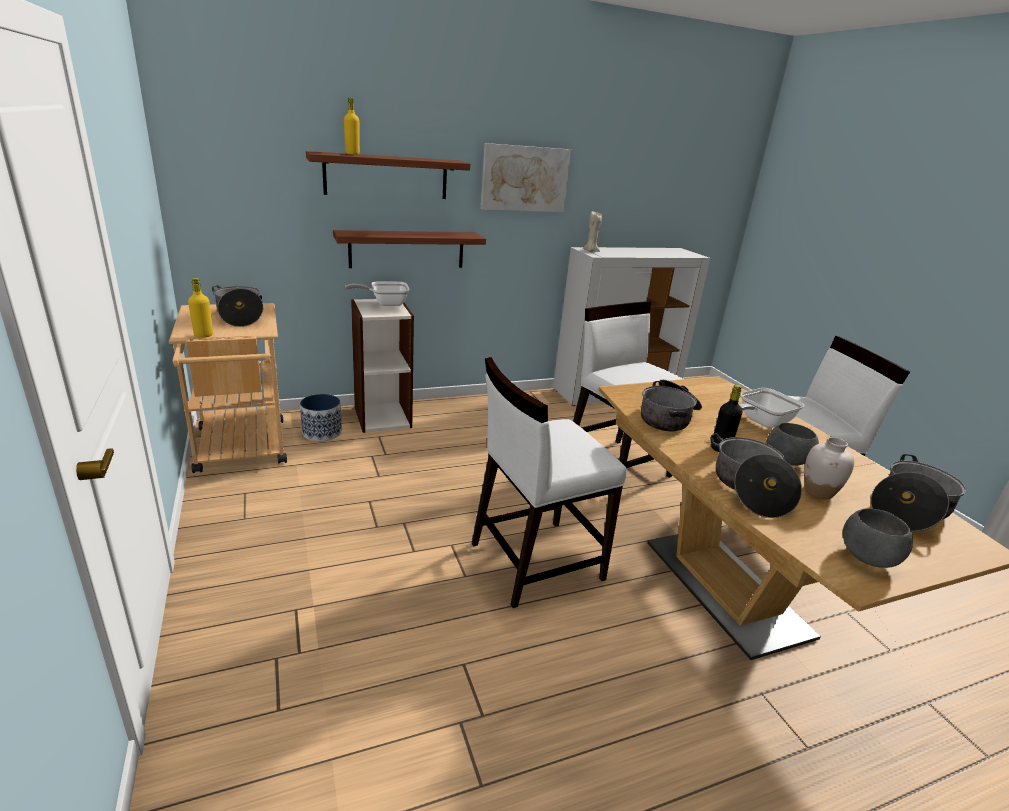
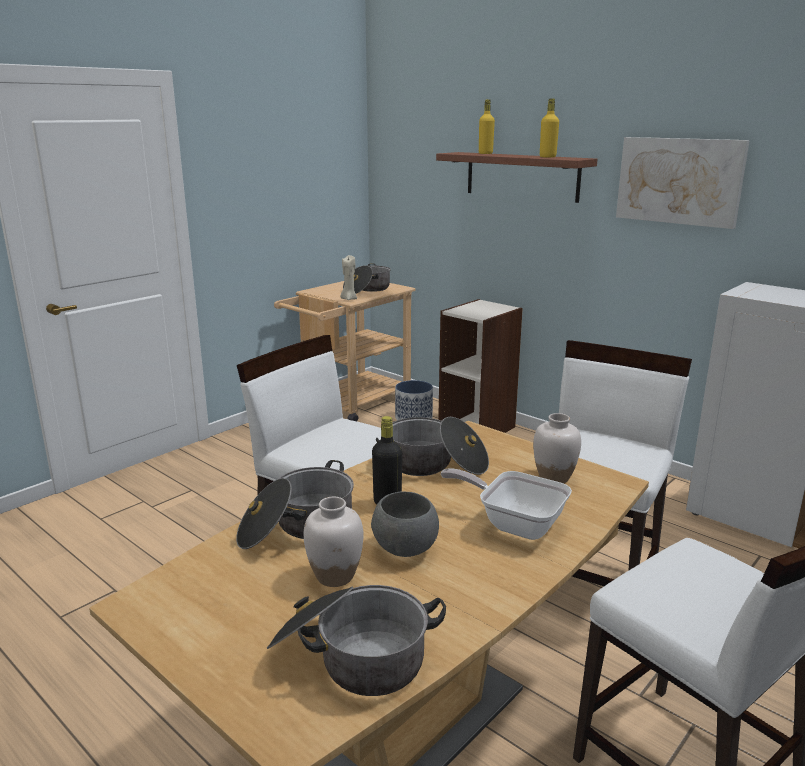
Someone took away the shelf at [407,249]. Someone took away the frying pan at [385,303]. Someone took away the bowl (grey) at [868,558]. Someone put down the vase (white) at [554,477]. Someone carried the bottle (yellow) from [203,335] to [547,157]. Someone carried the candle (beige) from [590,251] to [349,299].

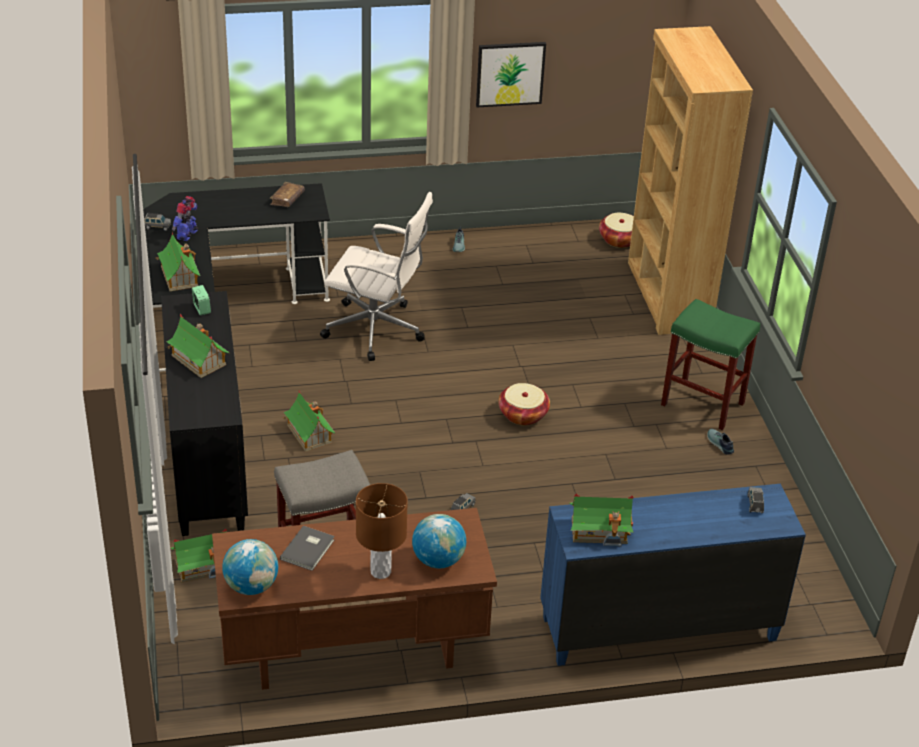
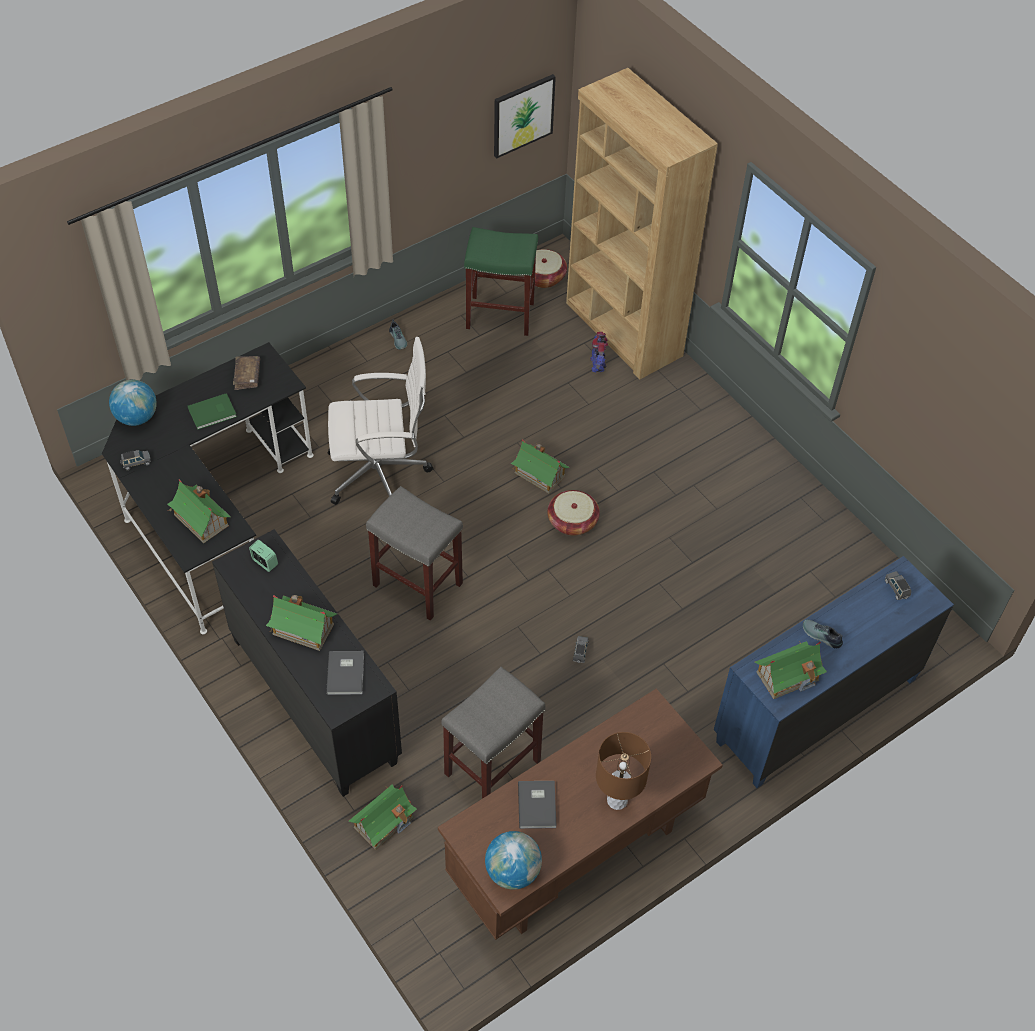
Someone put down the book (green) at [213,413]. Someone put down the book (grey) at [347,673]. Someone put down the stool (grey) at [416,584]. Someone carried the toy robot from [187,235] to [598,364]. Someone carried the toy house from [309,433] to [539,474]. Someone carried the globe from [438,560] to [137,417]. Someone carried the picture from [510,73] to [523,115]. Someone carried the stool (green) from [701,404] to [499,315]. Someone carried the shoe from [719,444] to [821,636].

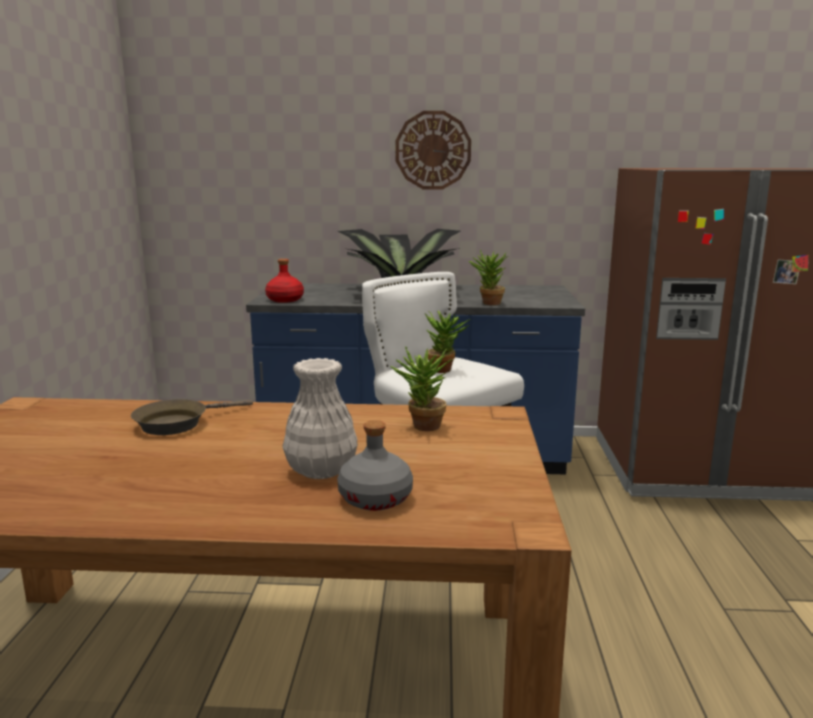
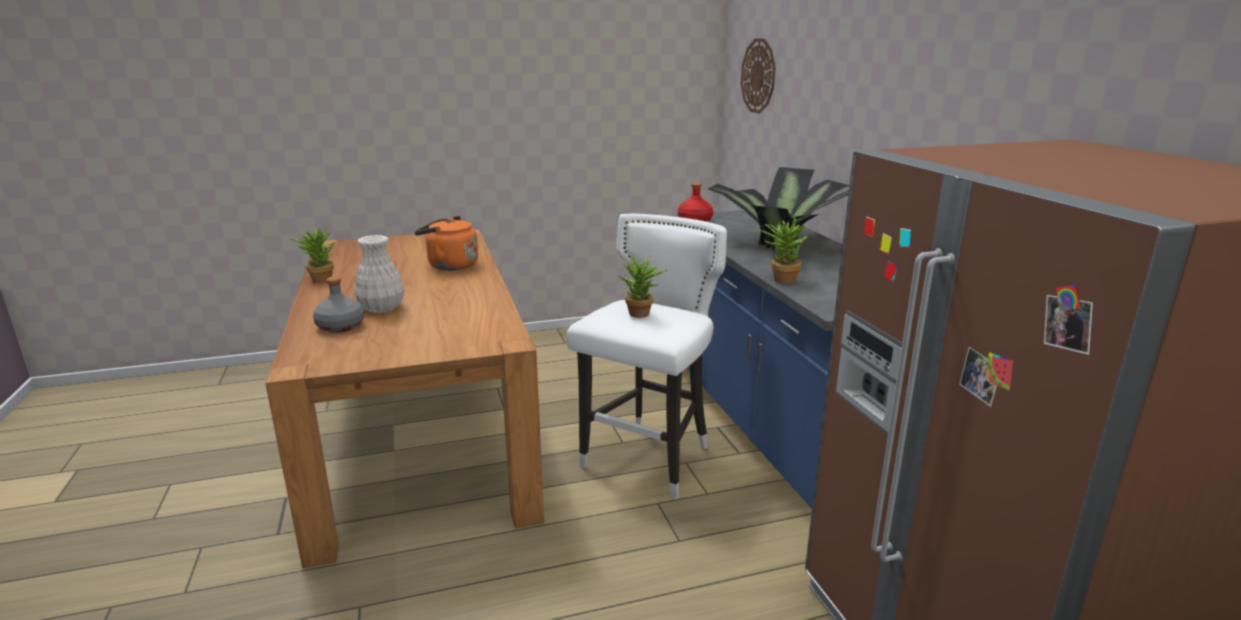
Someone carried the potted plant from [421,427] to [320,279]. Someone carried the wall clock from [433,150] to [758,76]. Someone swapped the frying pan (brown) at [177,423] for the kettle (orange) at [449,265].

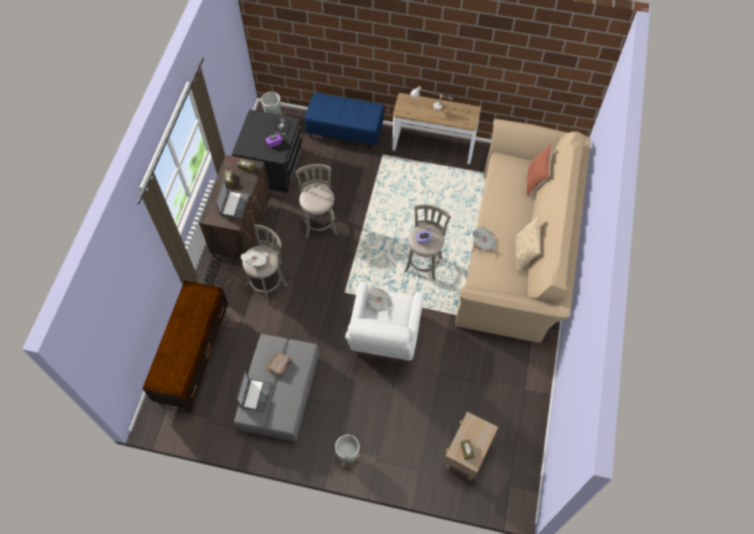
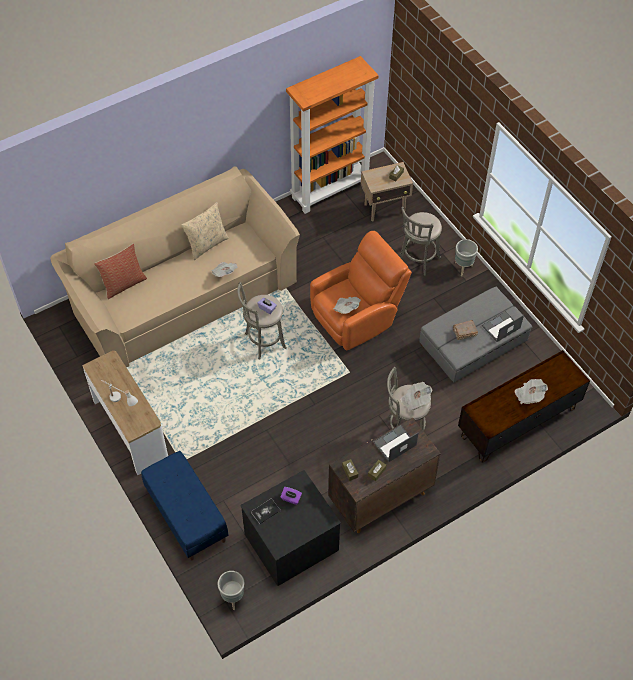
Someone put down the bookcase (orange) at [330,190]. Someone put down the newspaper at [529,395]. Someone carried the stool (grey) from [319,223] to [417,260]. Someone repainted the armchair (white) at [384,338], which became the armchair (orange) at [357,316].

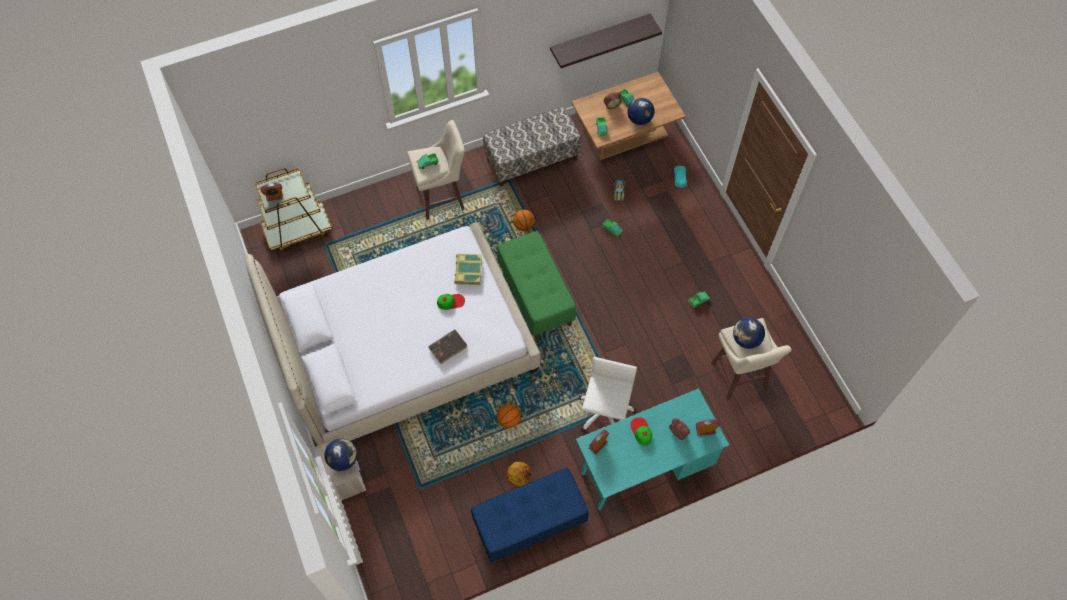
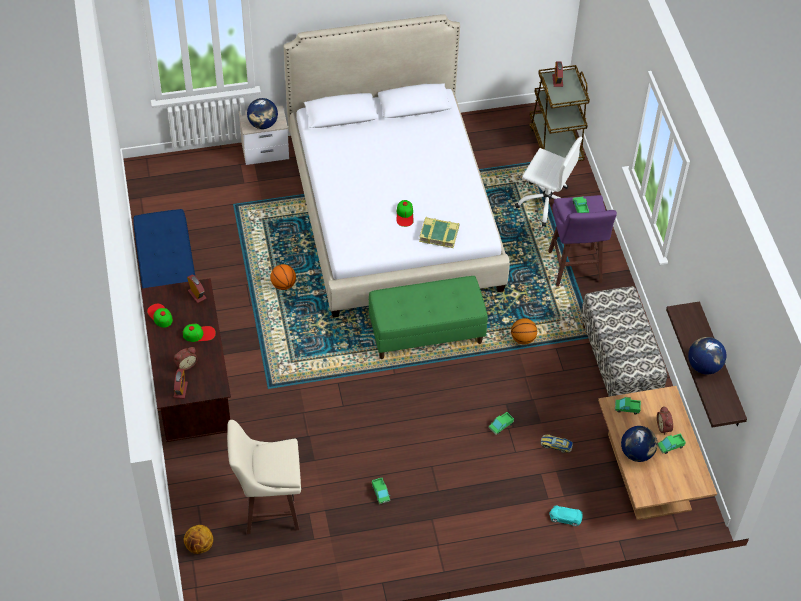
Someone took away the book (brown) at [448,347]. Someone put down the cap at [160,315]. Someone carried the basketball from [519,477] to [199,546]. Someone carried the office chair (white) from [604,412] to [546,203]. Someone carried the globe from [745,339] to [703,366]. Someone repainted the stool (beige) at [442,199], which became the stool (purple) at [574,268]. Someone repainted the desk (turquoise) at [644,468], which became the desk (brown) at [191,391].

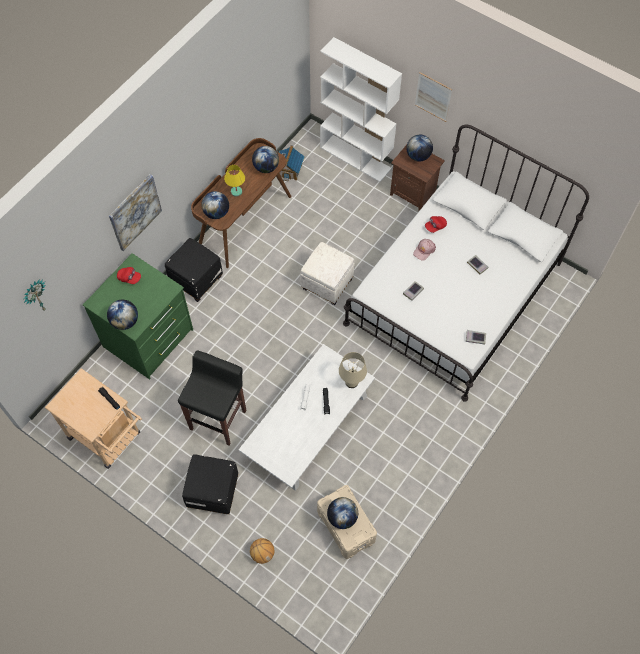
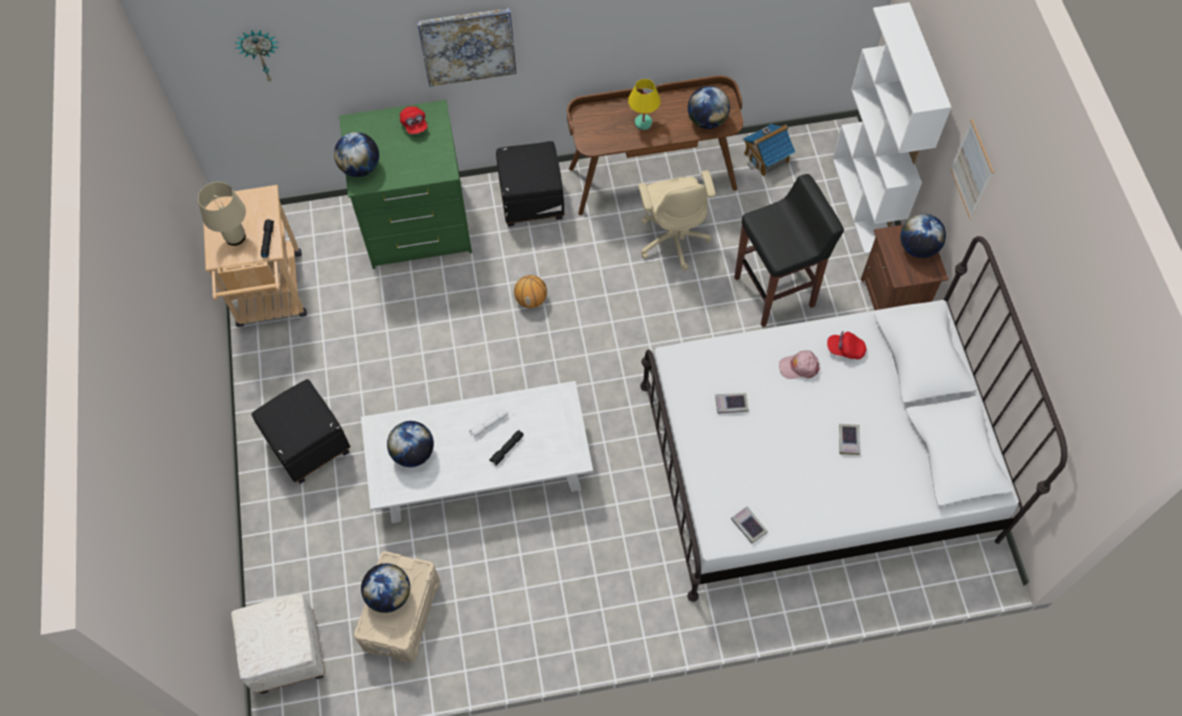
Someone put down the office chair (beige) at [673,239]. Someone carried the stool (black) from [219,419] to [775,291]. Someone carried the globe from [216,213] to [413,453]. Someone carried the basketball from [262,553] to [531,299]. Someone carried the ottoman (white) from [326,284] to [286,652]. Someone carried the table lamp (beige) from [351,382] to [235,237].

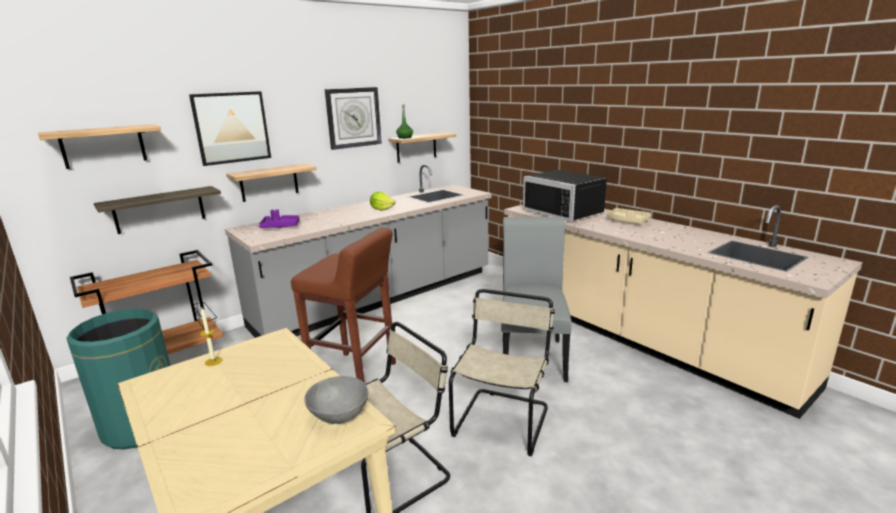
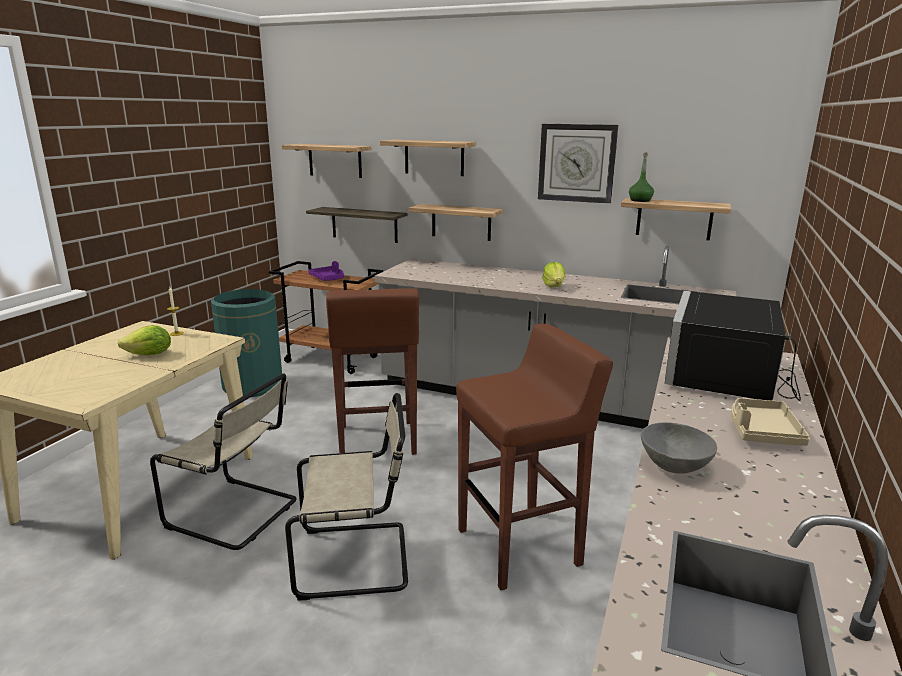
Someone put down the lettuce at [150,355]. Someone carried the tray (purple) from [280,226] to [328,278]. Someone carried the bowl (grey) from [339,415] to [674,465]. Someone swapped the picture at [232,127] for the shelf at [434,157]. Someone swapped the chair (grey) at [532,355] for the stool (brown) at [520,547].

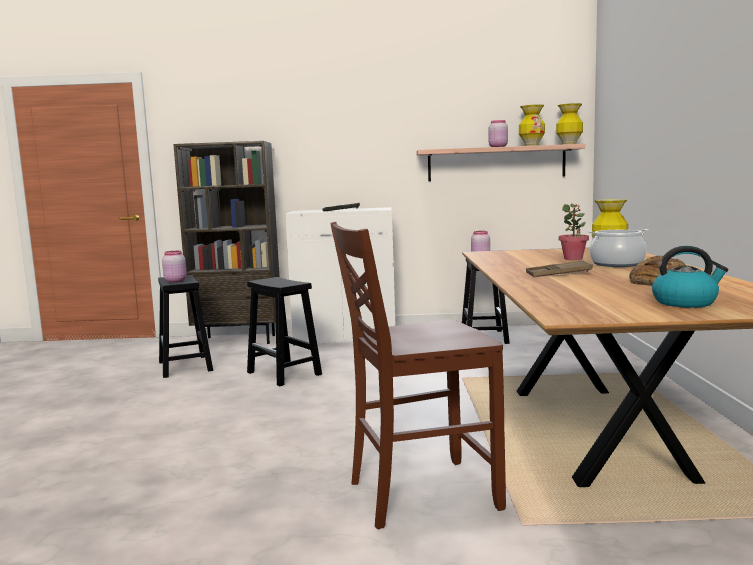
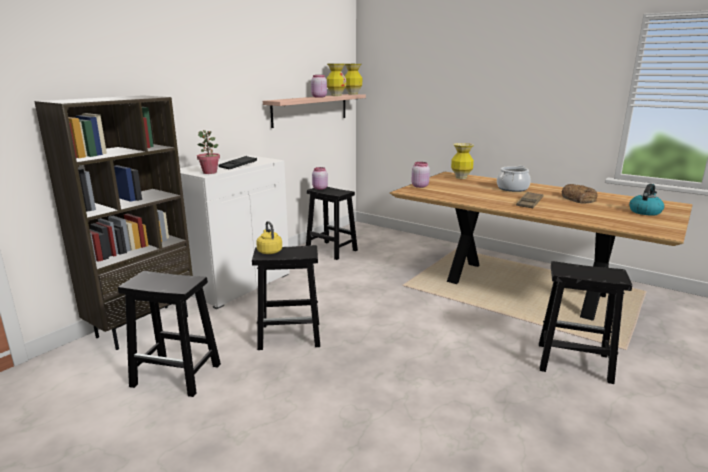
Someone put down the kettle (yellow) at [269,251]. Someone carried the jar (pink) from [175,281] to [419,186]. Someone carried the potted plant from [573,259] to [210,172]. Someone swapped the chair (brown) at [419,494] for the stool (black) at [572,362].

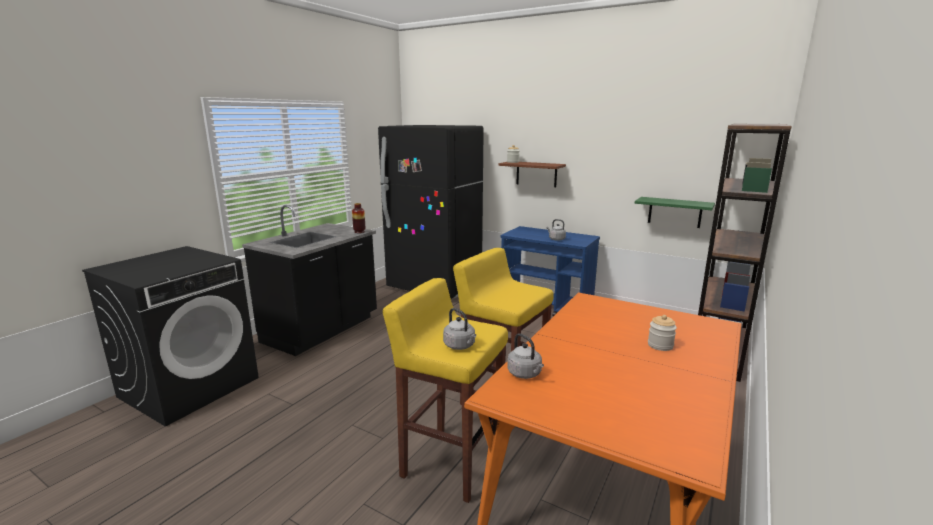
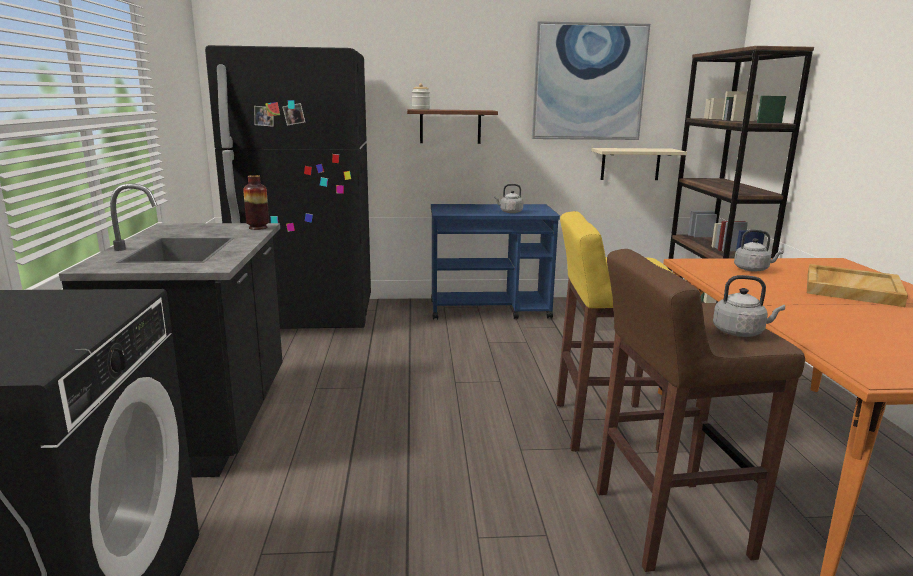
Someone put up the picture at [588,82]. Someone carried the kettle (grey) from [525,374] to [753,269]. Someone swapped the jar at [660,345] for the tray (beige) at [851,288]. Someone repainted the stool (yellow) at [450,462], which became the stool (brown) at [668,523]. Someone repainted the shelf (green) at [674,212], which became the shelf (beige) at [630,164].

